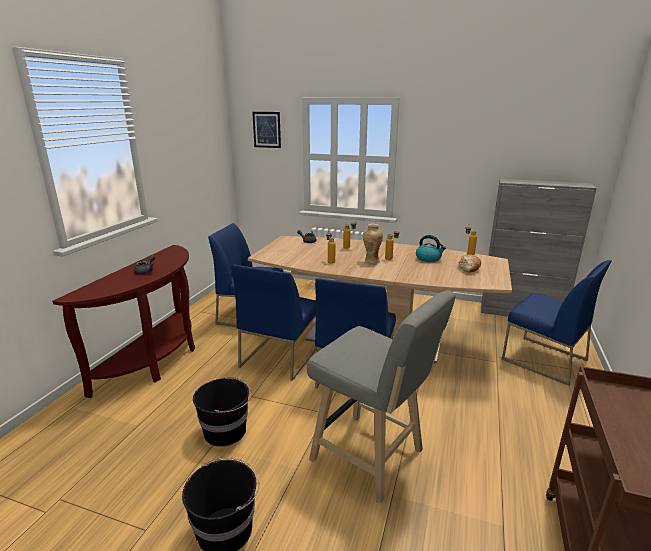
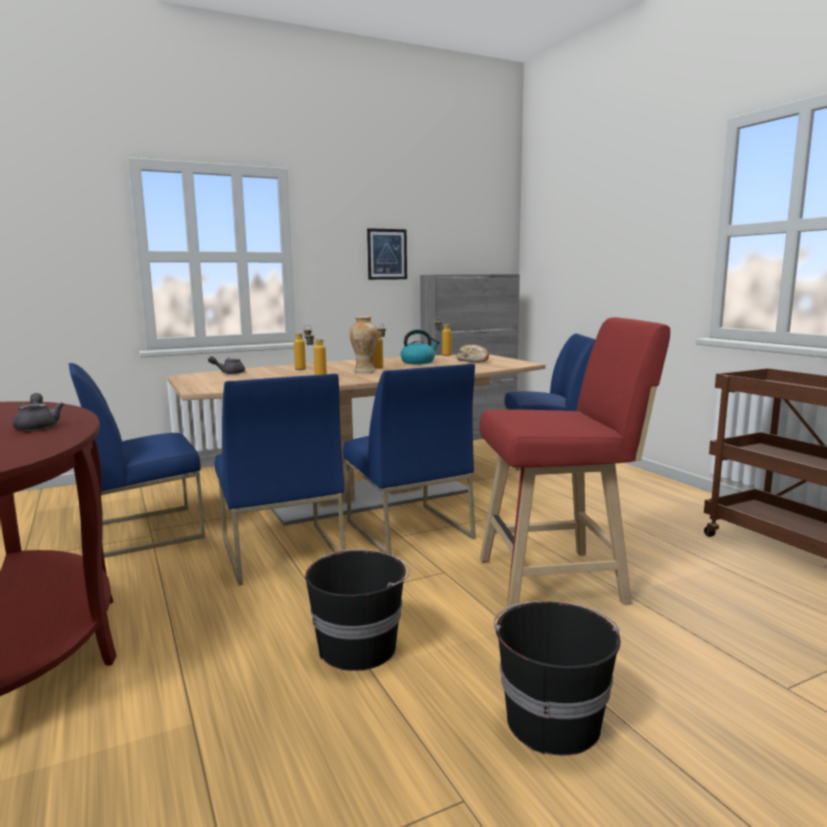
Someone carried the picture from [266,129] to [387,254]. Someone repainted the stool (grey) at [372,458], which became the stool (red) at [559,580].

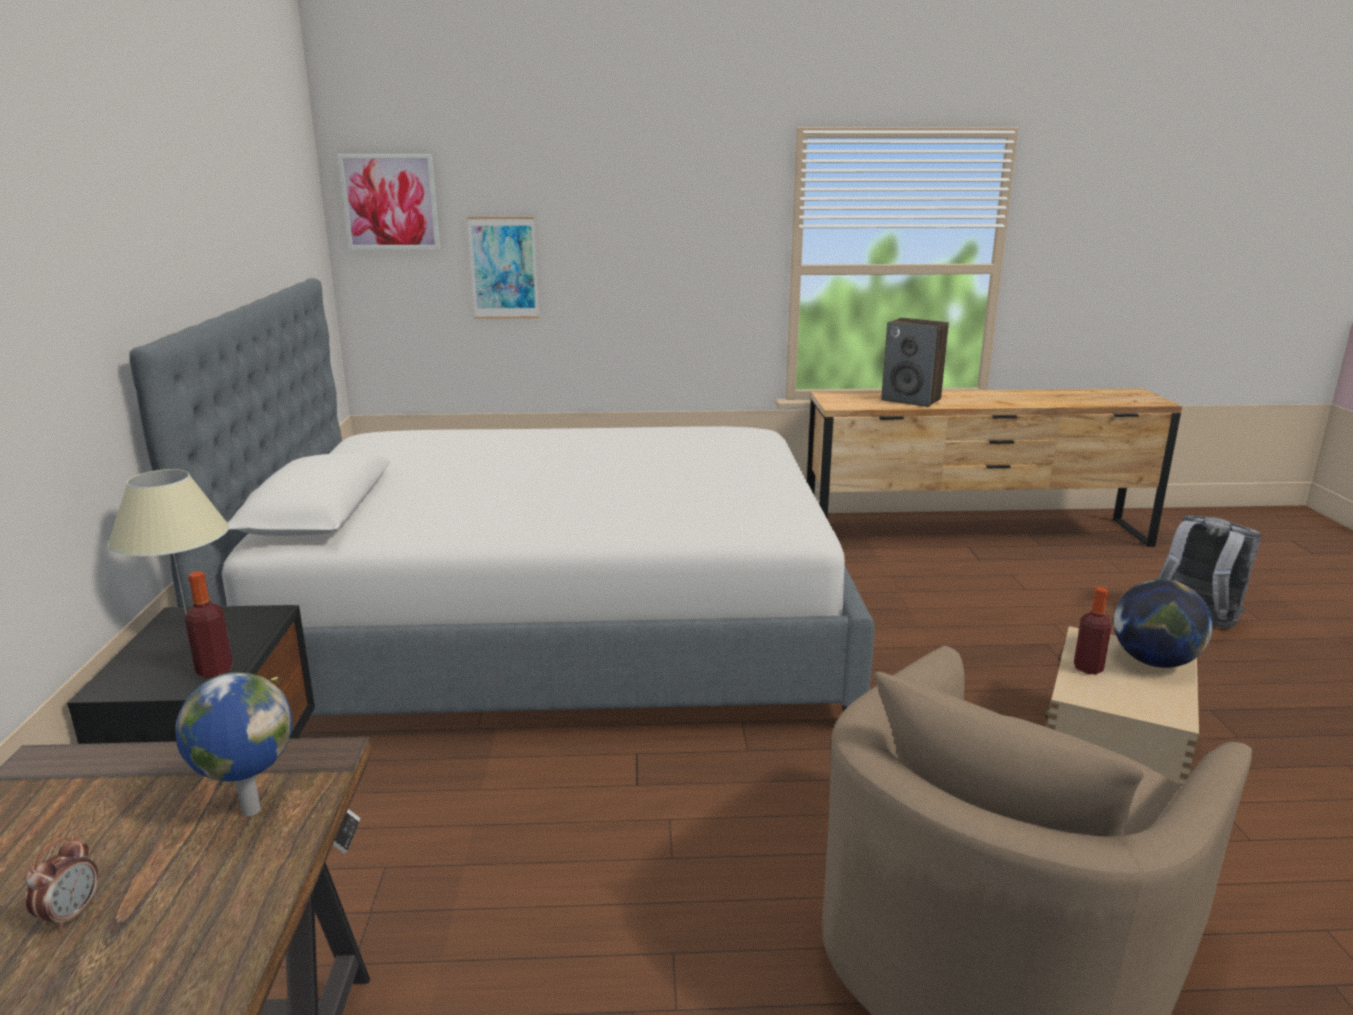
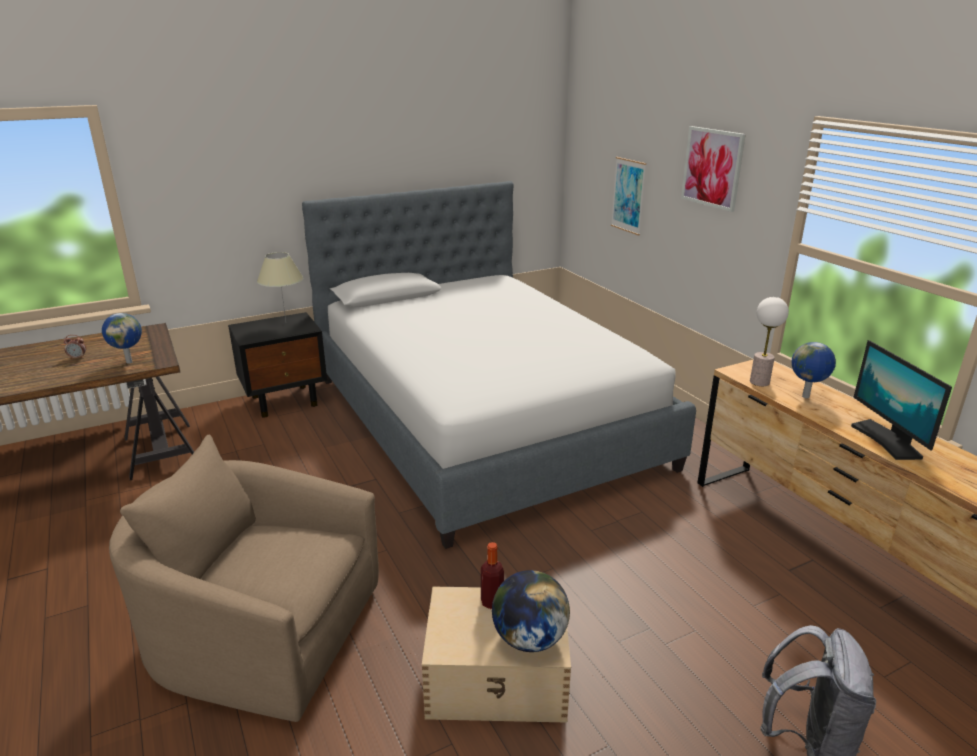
Someone took away the bottle at [215,670]. Someone put down the table lamp at [759,382]. Someone put down the monitor at [887,440]. Someone carried the picture from [390,202] to [712,168]. Someone swapped the speaker at [911,400] for the globe at [806,397].

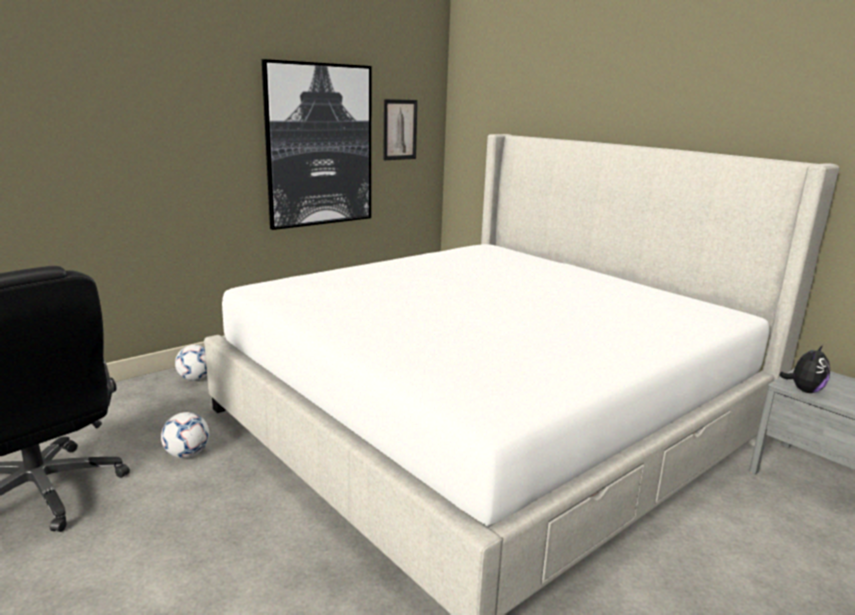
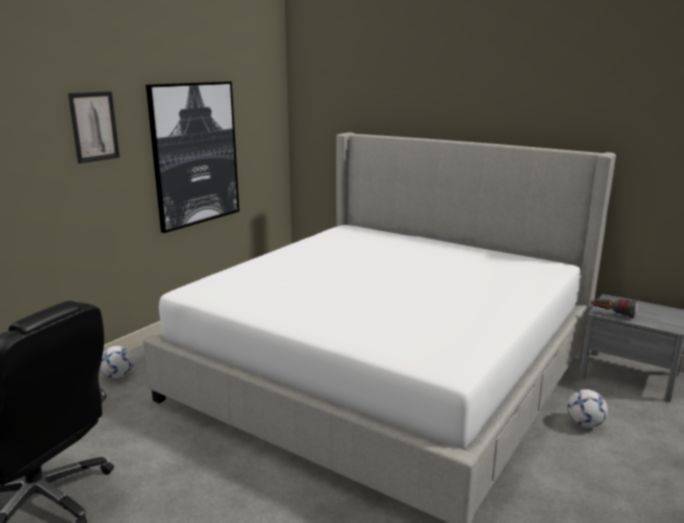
Someone carried the football from [187,454] to [584,424]. Someone carried the picture from [400,129] to [94,126]. Someone swapped the plush toy at [804,390] for the flashlight at [612,314].

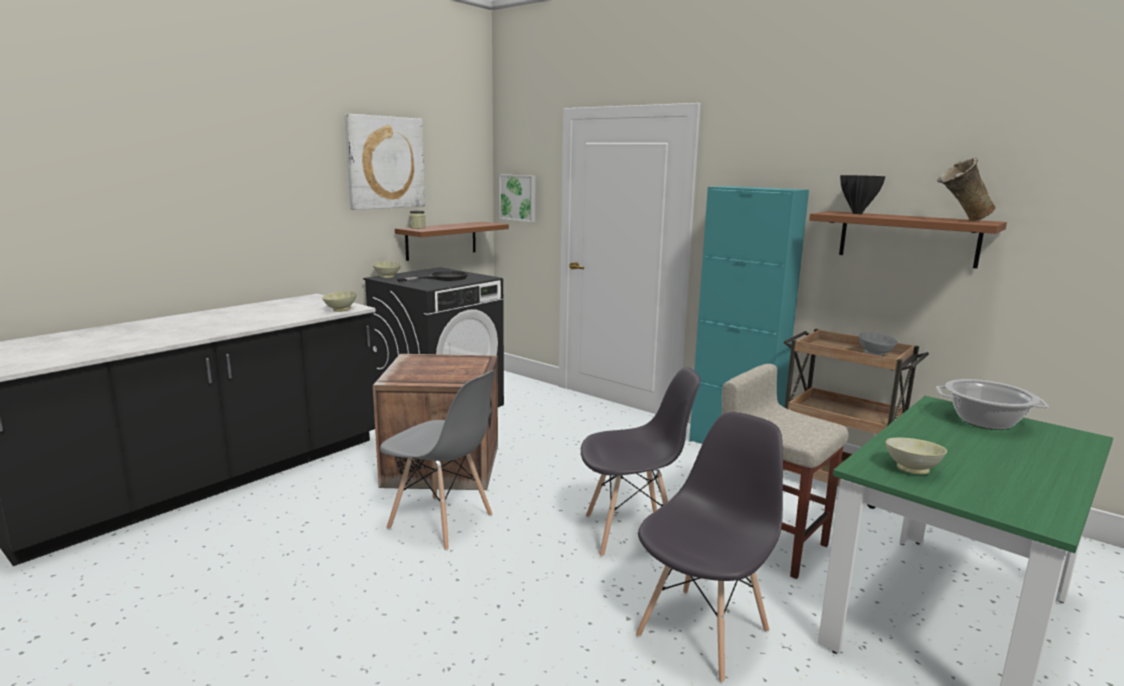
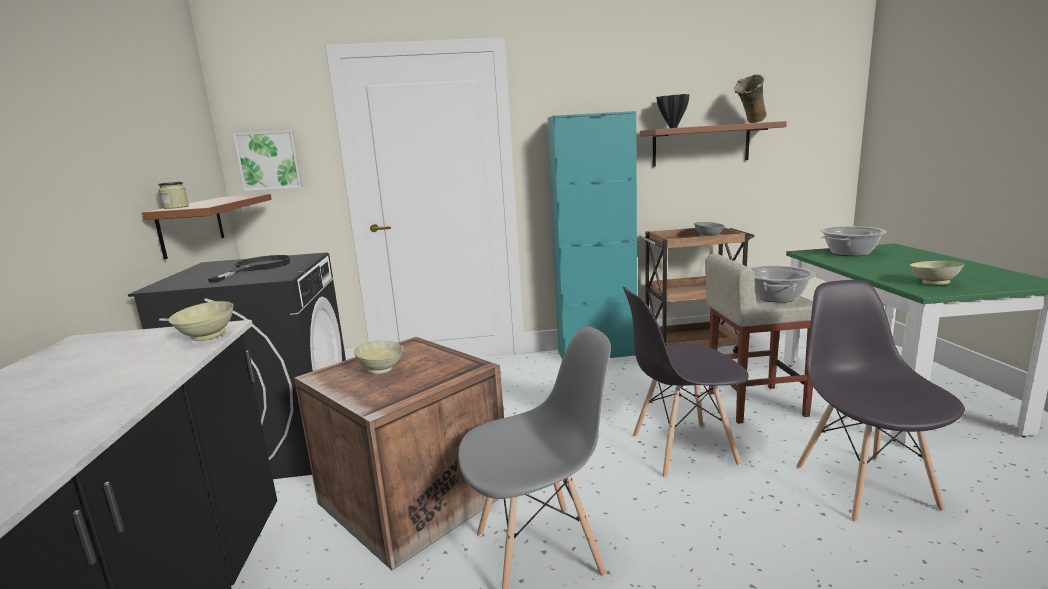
Someone took away the picture at [385,162]. Someone put down the cooking pot at [777,297]. Someone carried the bowl (beige) from [387,277] to [381,370]. Someone rotated the chair (grey) at [632,533] by 135 degrees counterclockwise.

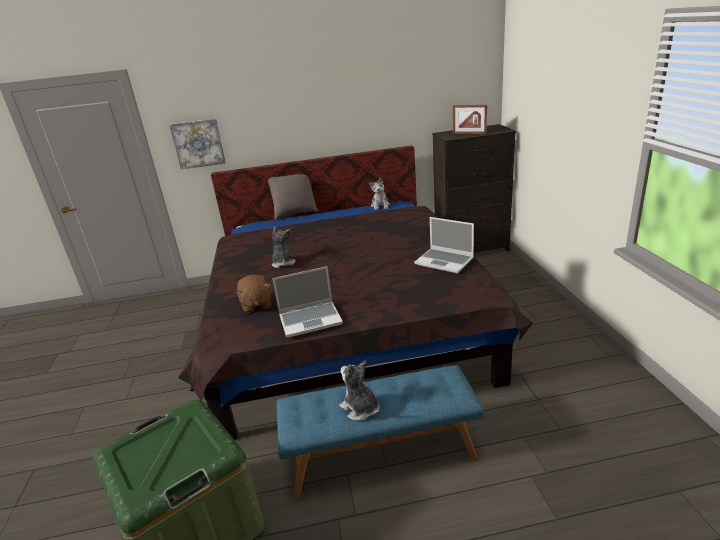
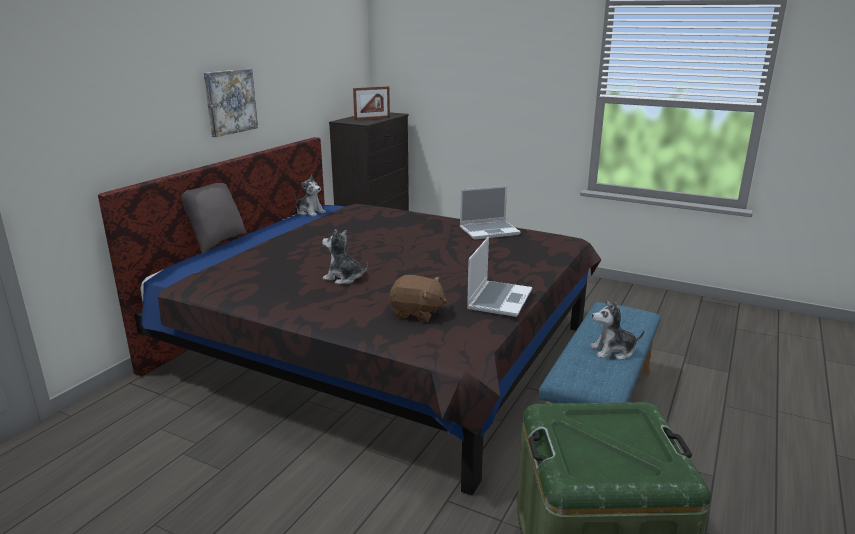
Someone carried the picture from [198,143] to [230,101].

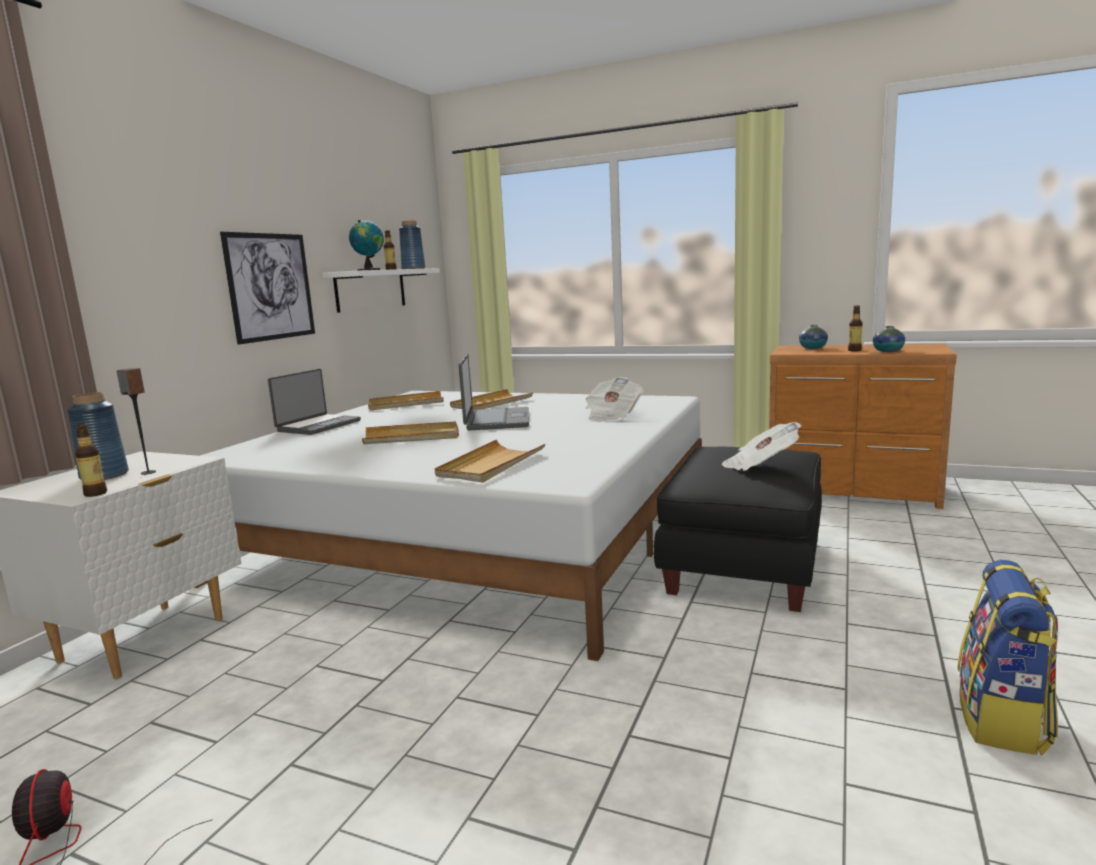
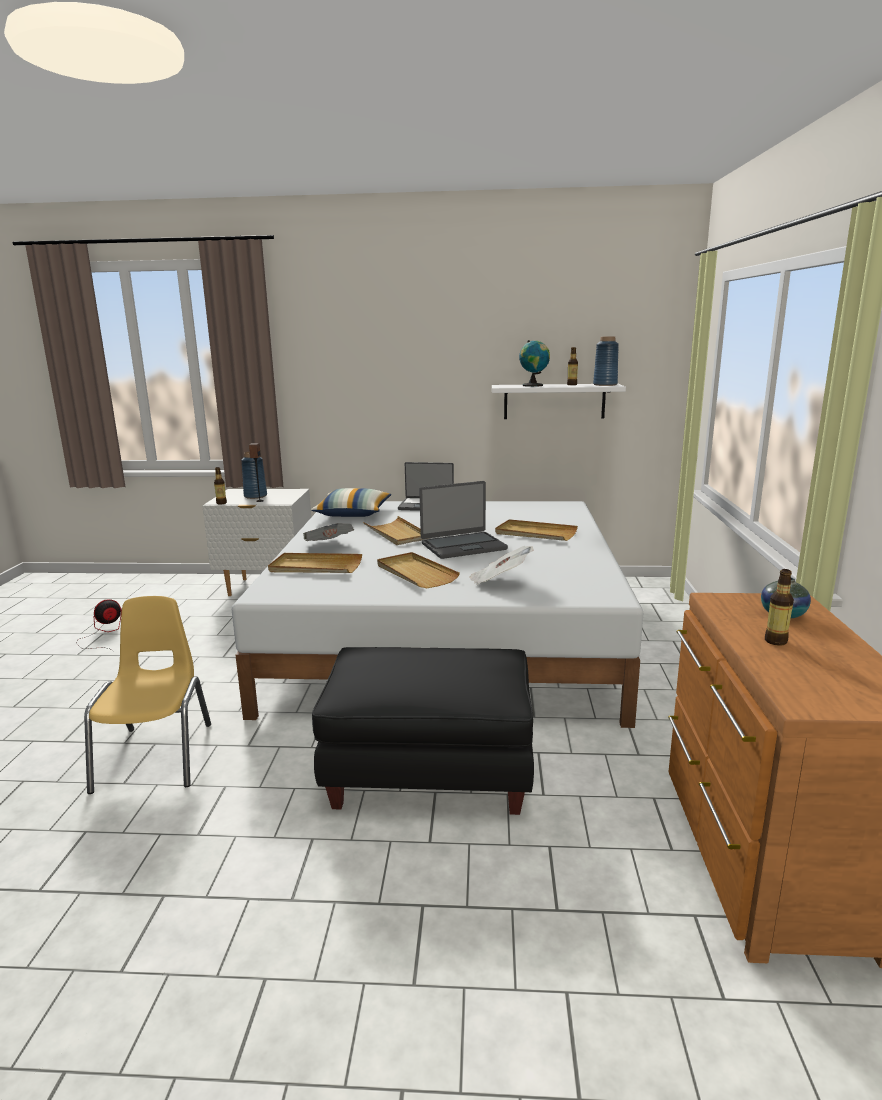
Someone took away the picture at [270,286]. Someone took away the vase at [888,351]. Someone took away the backpack at [1003,720]. Someone put down the chair (yellow) at [156,756]. Someone put down the pillow at [353,514]. Someone carried the tray (beige) from [405,404] to [415,573]. Someone carried the newspaper from [760,466] to [329,546].

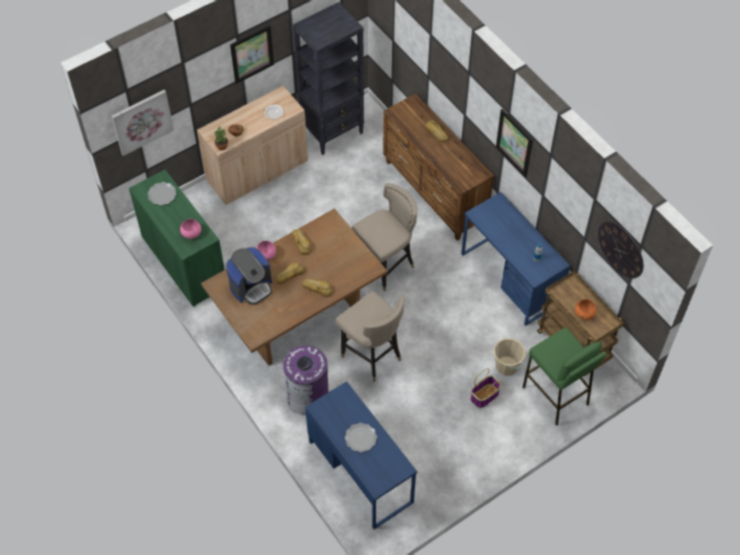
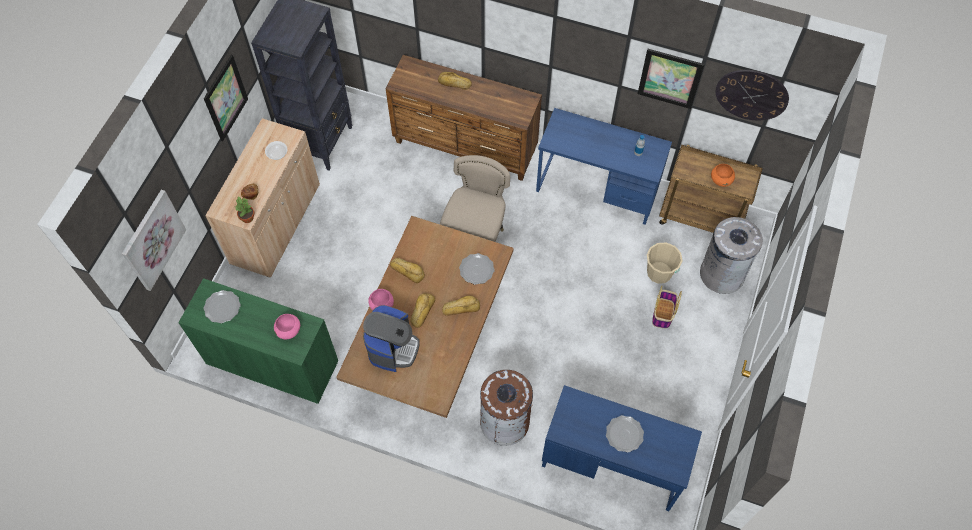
Someone took away the stool (beige) at [371,356]. Someone put down the plate at [476,269]. Someone carried the picture from [514,143] to [670,78]. Someone swapped the stool (green) at [555,395] for the trash can (grey) at [722,273]. Someone repainted the trash can (purple) at [307,397], which became the trash can (brown) at [505,422].

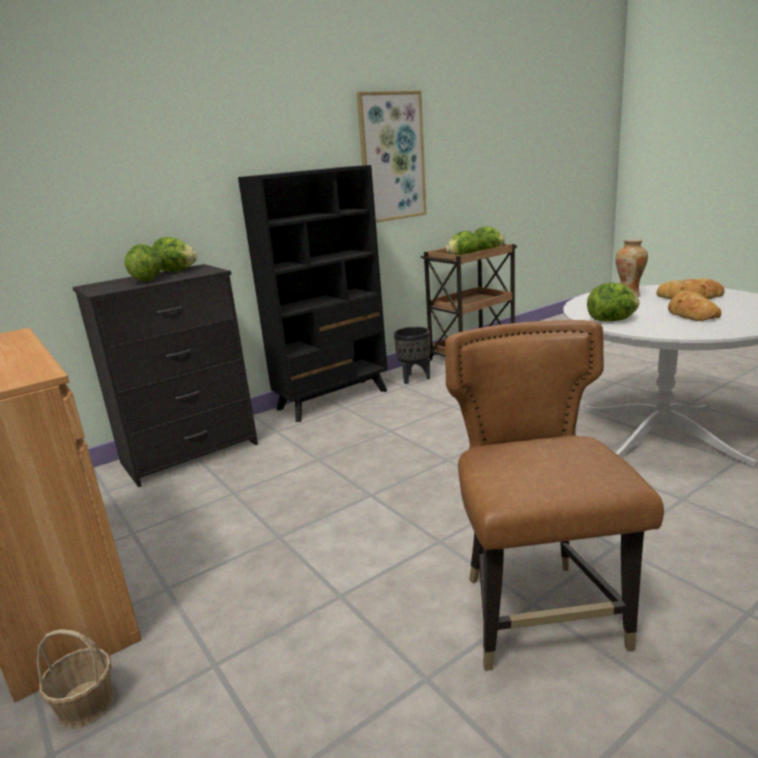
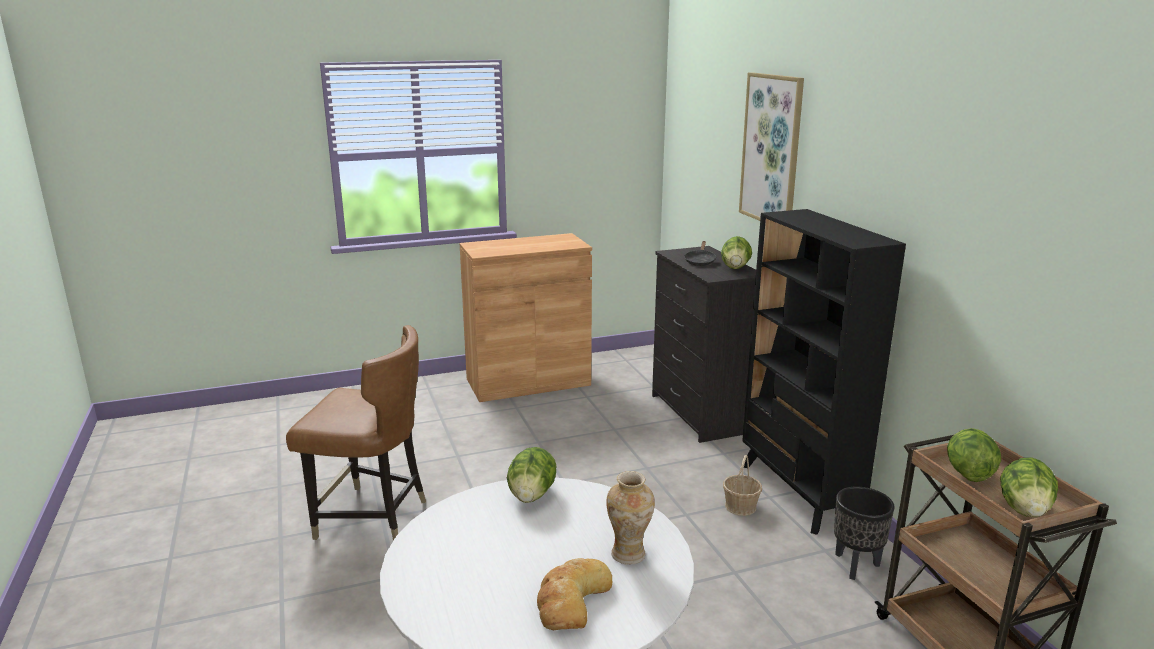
Someone took away the bread at [691,313]. Someone carried the basket from [86,705] to [740,506]. Someone carried the picture from [392,157] to [771,150]. Someone swapped the lettuce at [147,280] for the frying pan (black) at [700,261].

